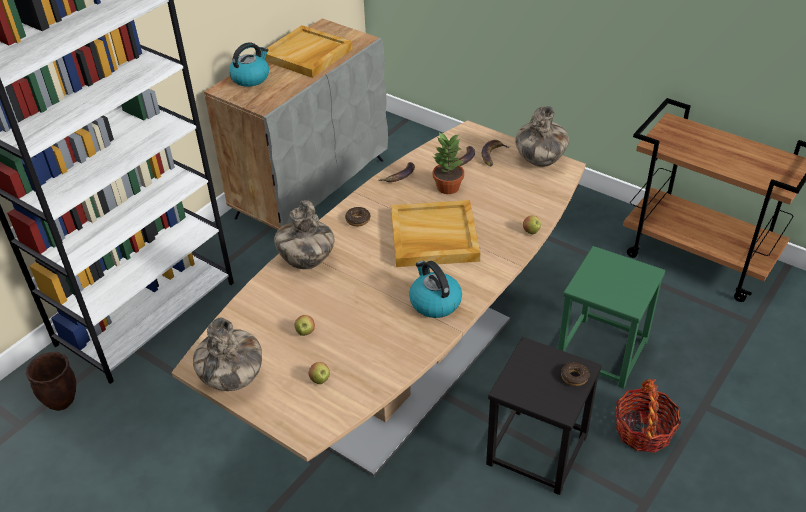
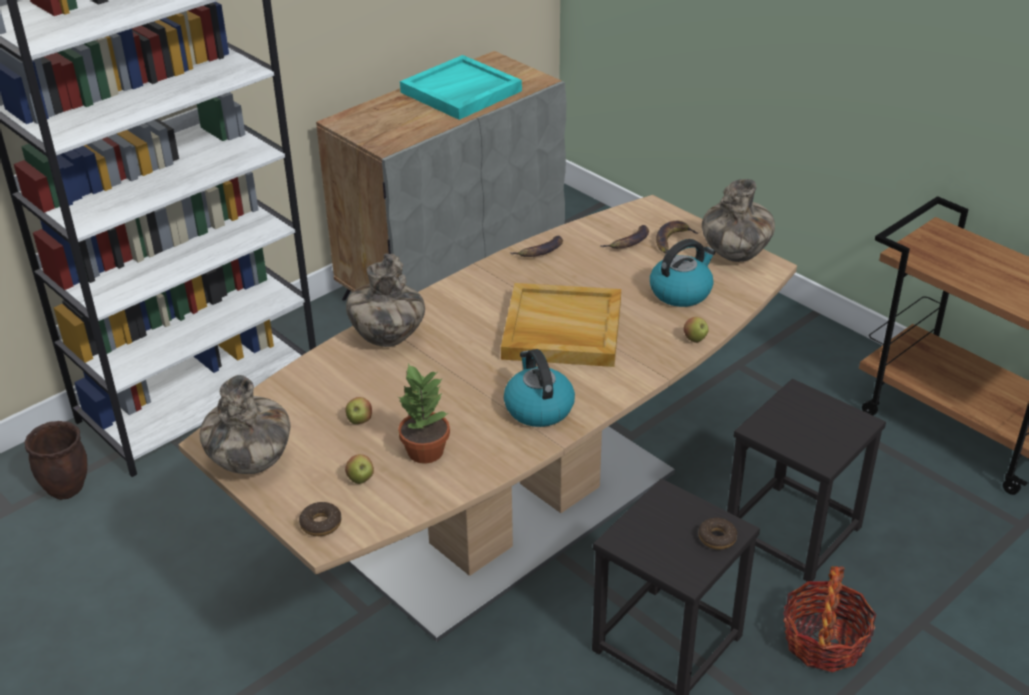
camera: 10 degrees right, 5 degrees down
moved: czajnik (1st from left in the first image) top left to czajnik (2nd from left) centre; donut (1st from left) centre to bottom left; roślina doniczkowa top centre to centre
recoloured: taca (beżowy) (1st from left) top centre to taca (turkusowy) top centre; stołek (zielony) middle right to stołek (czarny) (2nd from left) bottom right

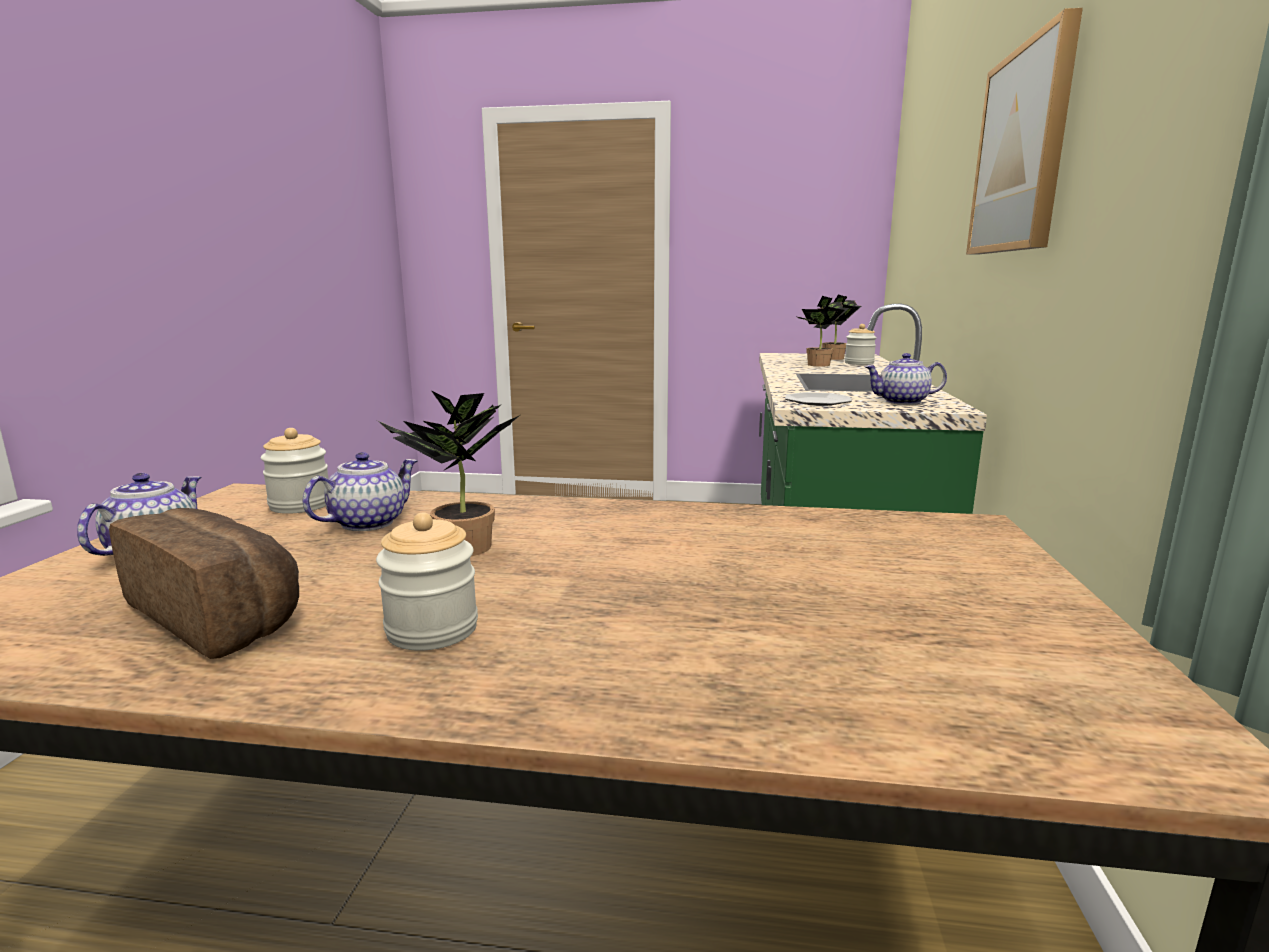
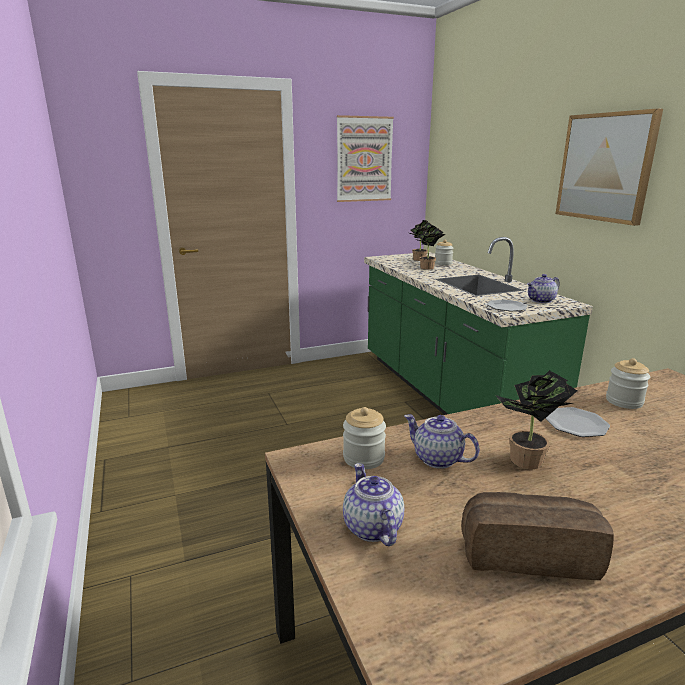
camera: 30 degrees left, 5 degrees up
added: obraz (1st from left) top centre; talerz (2nd from left) middle right
moved: słoik (2nd from left in the first image) centre to słoik (3rd from left) middle right
turned: imbryk (2nd from left) middle left = centre 60 degrees counterclockwise

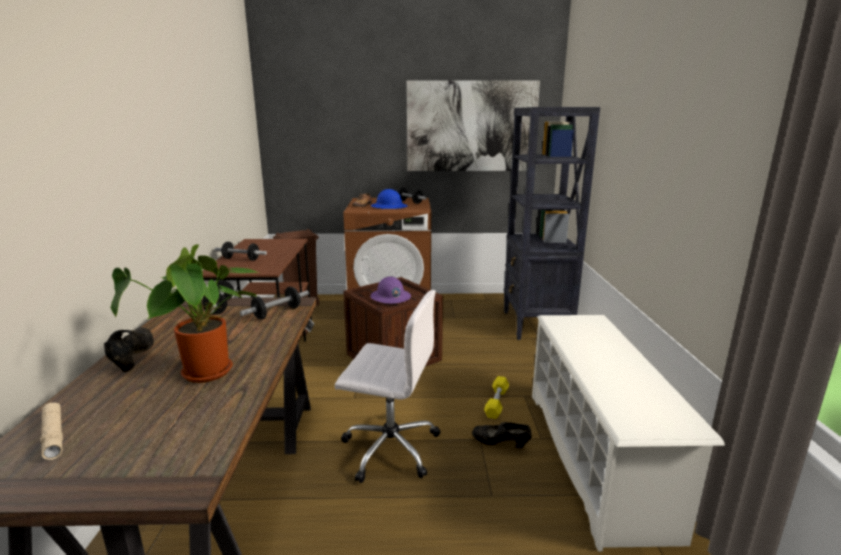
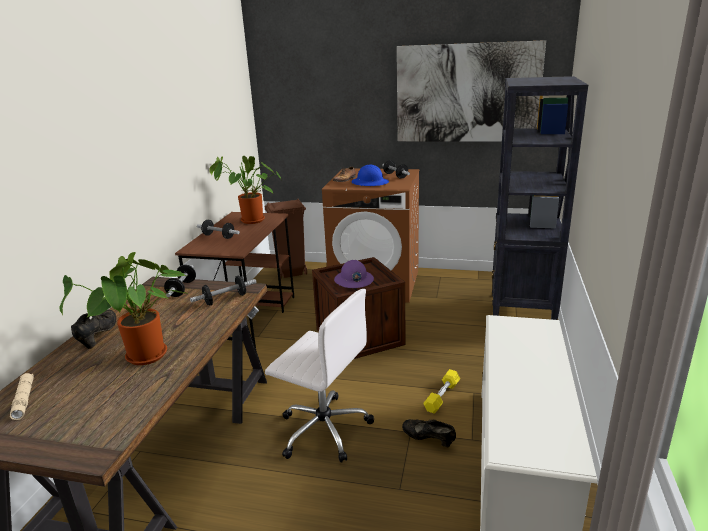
camera: 15 degrees right, 5 degrees up
added: roślina doniczkowa (2nd from left) centre

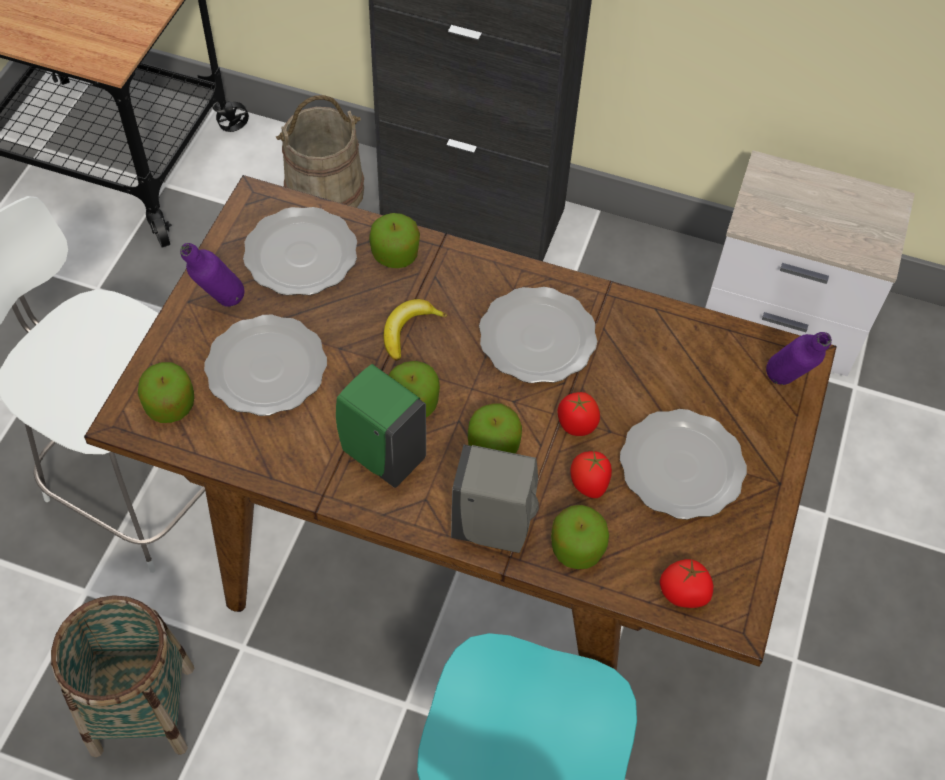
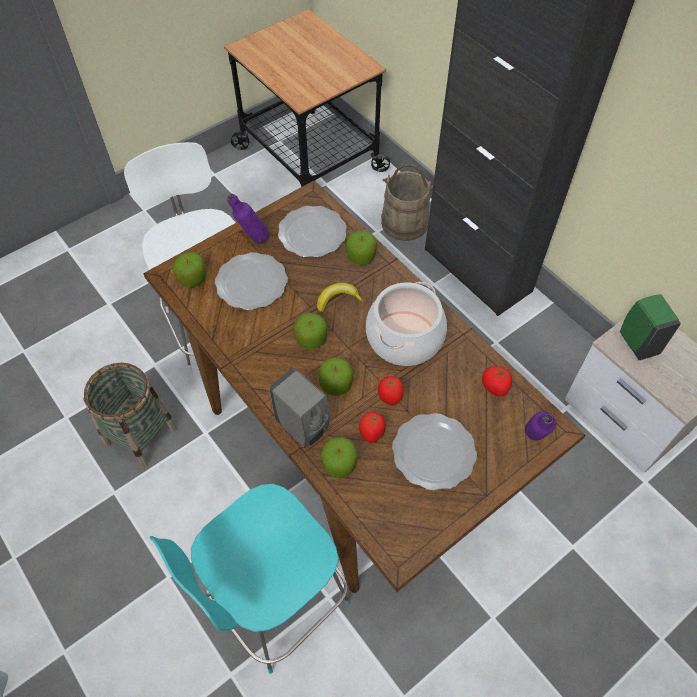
camera: 35 degrees right, 0 degrees up
moved: dozownik mydła (zielony) centre to middle right; pomidor (3rd from left) bottom right to middle right
replaced: talerz (3rd from left) centre to garnek centre

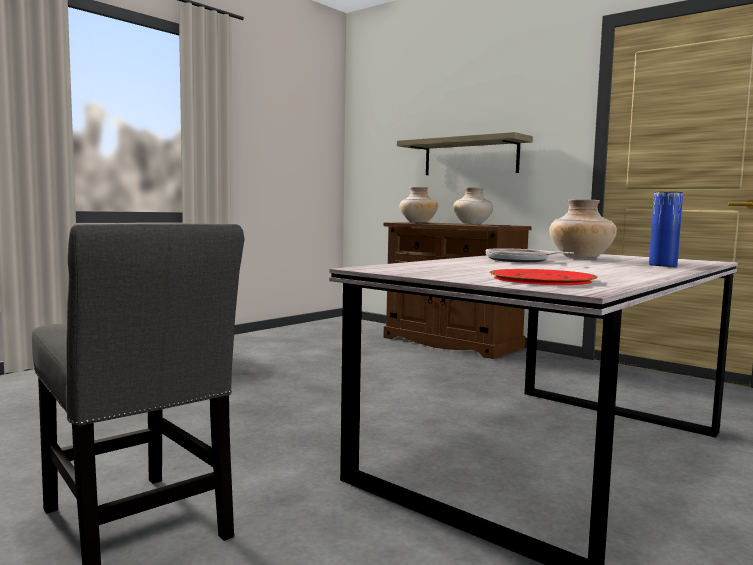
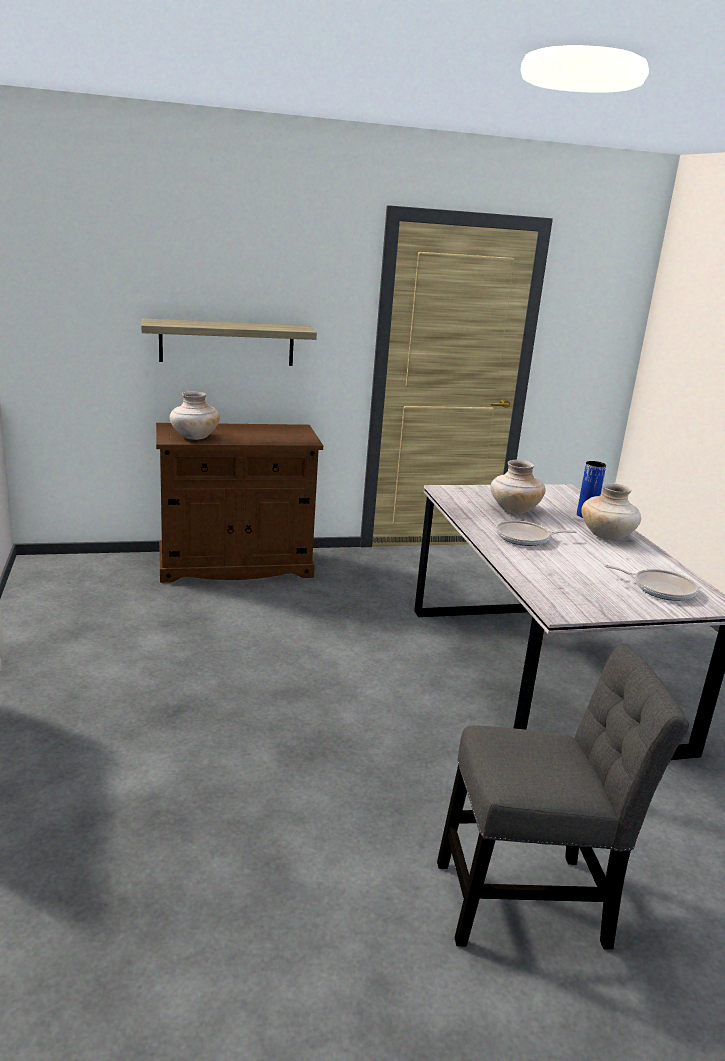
camera: 55 degrees left, 15 degrees up
moved: wazon (beżowy) (2nd from left in the first image) centre to wazon (beżowy) (3rd from left) middle right
replaced: talerz (czerwony) middle right to patelnia (2nd from left) middle right

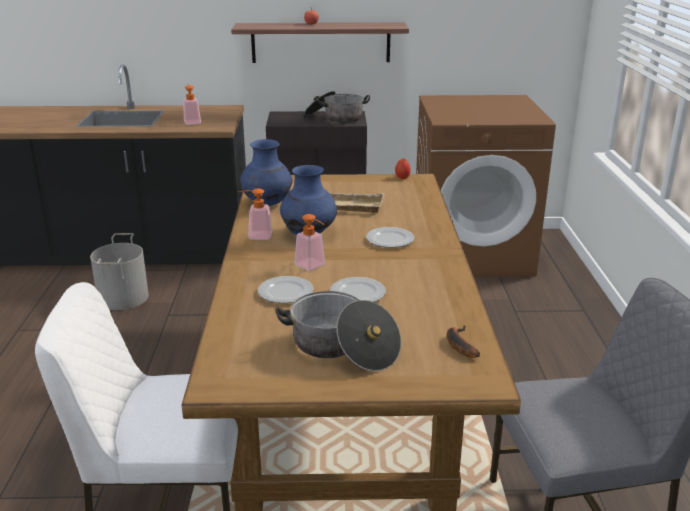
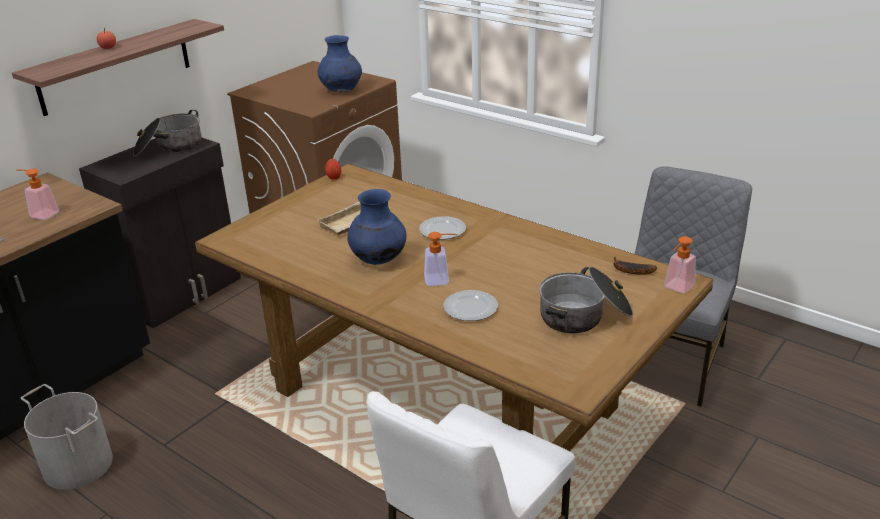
camera: 50 degrees left, 5 degrees up
removed: talerz (2nd from left) centre
moved: dozownik mydła (2nd from left in the first image) centre to dozownik mydła (3rd from left) middle right; wazon (niebieski) (1st from left) centre to top centre

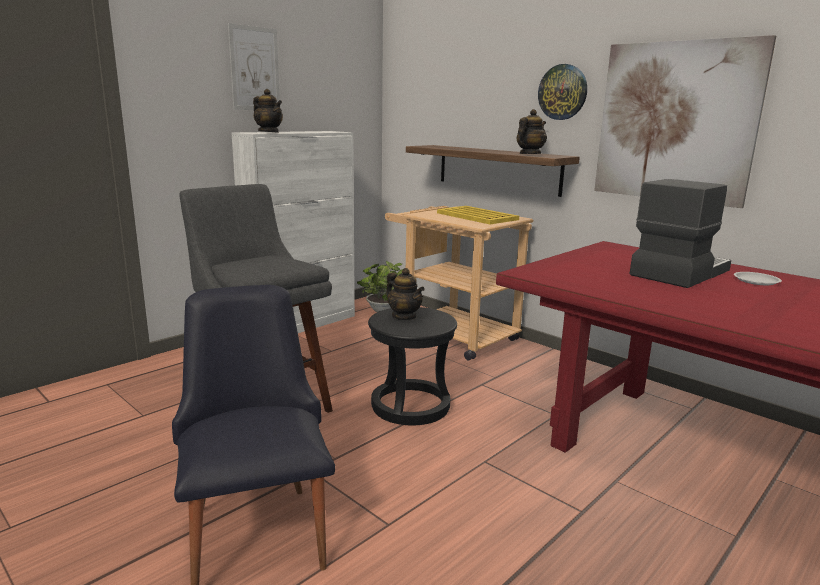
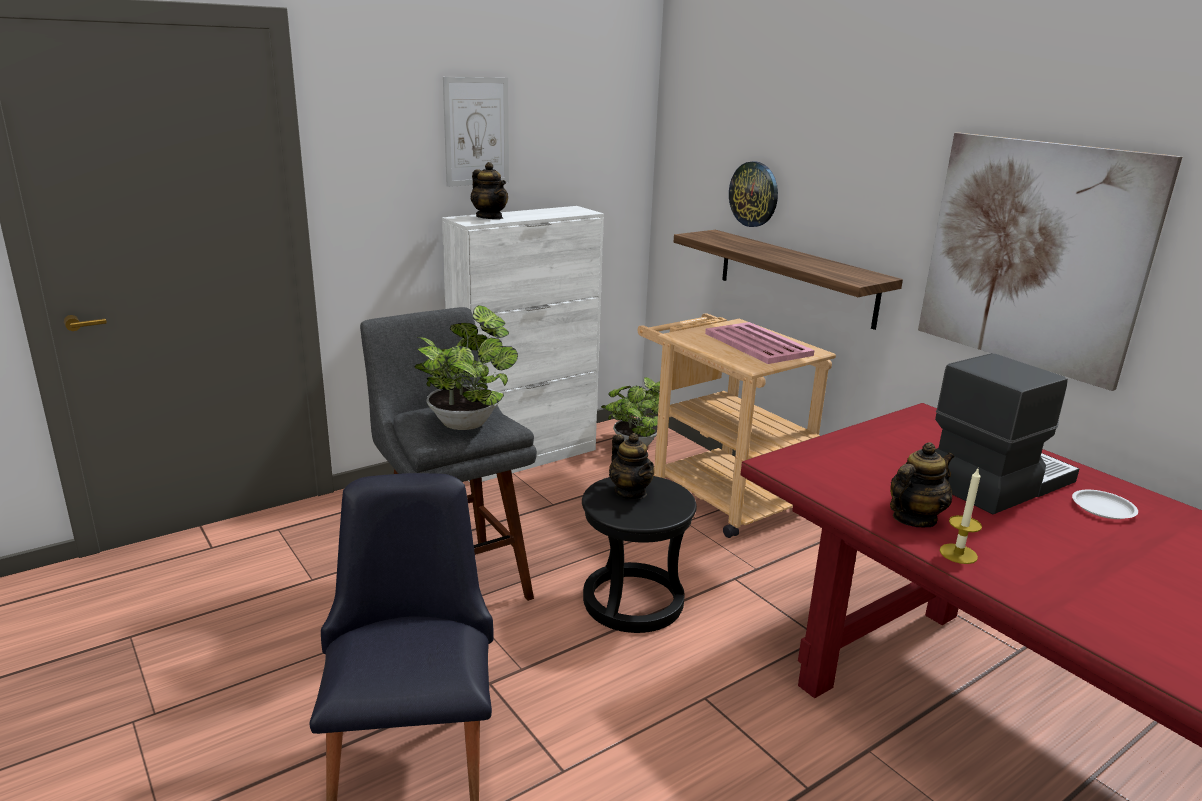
camera: 10 degrees right, 5 degrees up
added: roślina doniczkowa (1st from left) centre; świeca middle right
moved: imbryk (3rd from left) top centre to middle right; zegar ścienny top right to top centre
recoloured: taca (żółty) centre to taca (różowy) centre

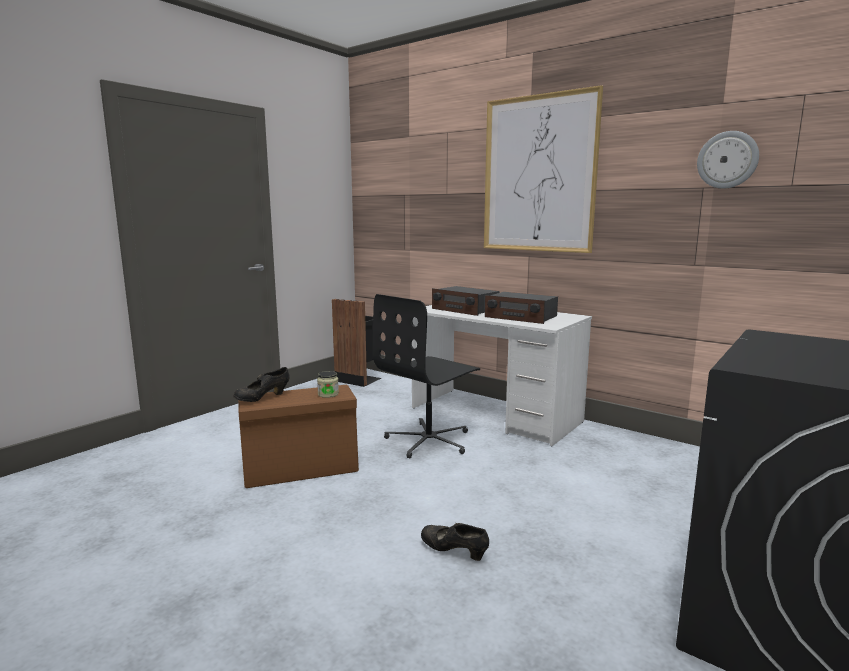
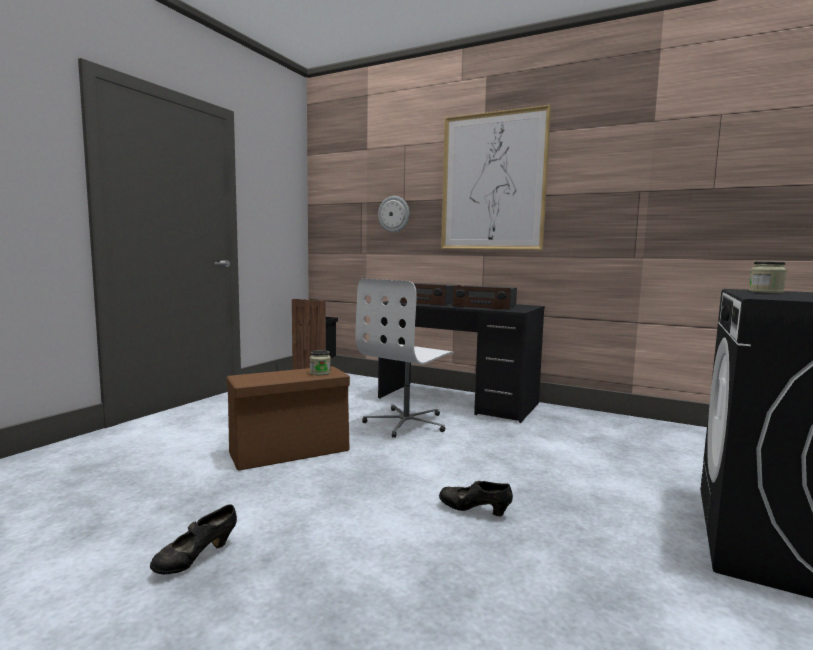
camera: 10 degrees left, 5 degrees down
added: słoik (2nd from left) middle right
moved: but (czarny) (1st from left) middle left to bottom left; zegar ścienny top right to top centre
recoloured: krzesło biurowe (czarny) centre to krzesło biurowe (biały) centre; biurko (biały) centre to biurko (czarny) centre

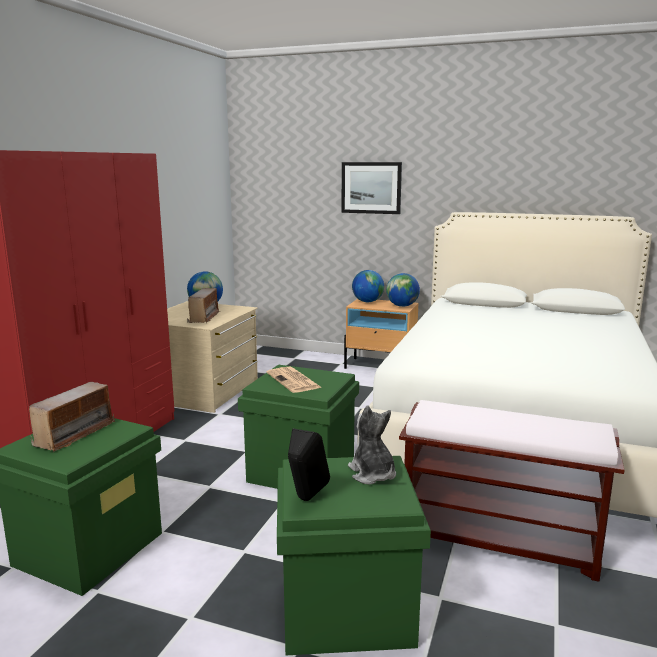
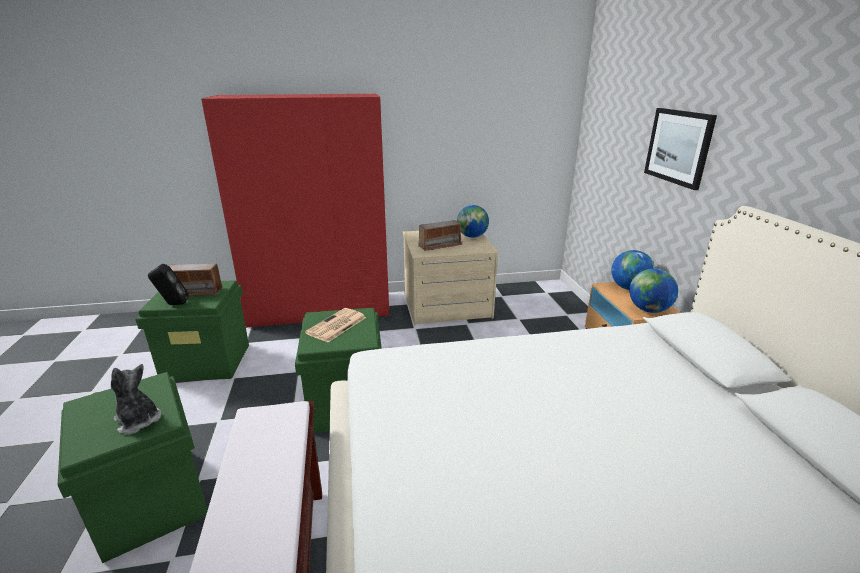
camera: 60 degrees right, 10 degrees up
moved: głośnik (czarny) bottom centre to middle left
turned: pluszak bottom centre = bottom left 90 degrees counterclockwise

